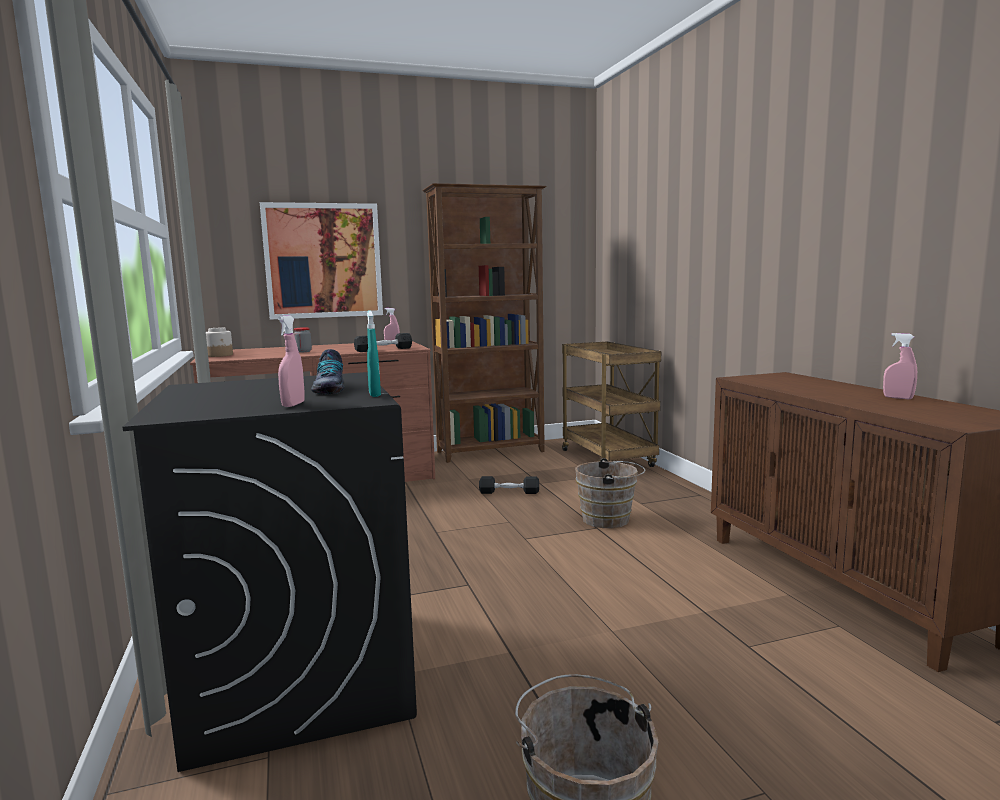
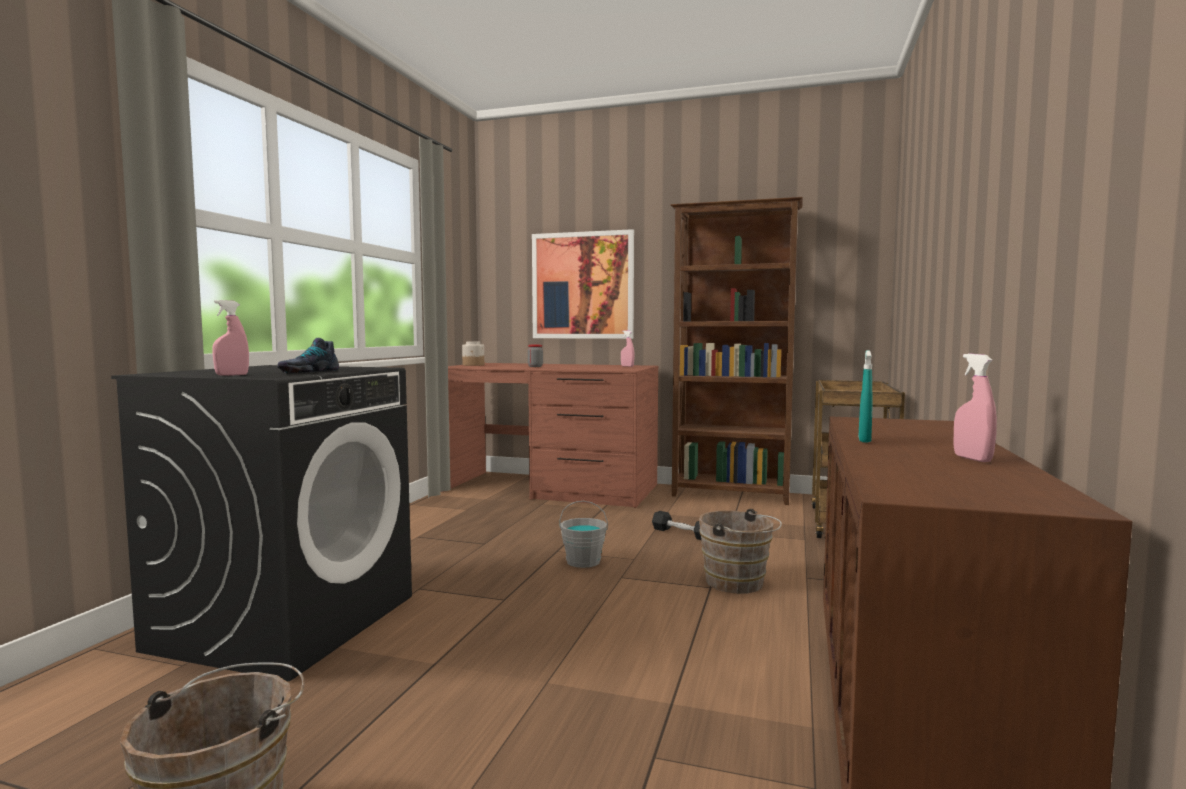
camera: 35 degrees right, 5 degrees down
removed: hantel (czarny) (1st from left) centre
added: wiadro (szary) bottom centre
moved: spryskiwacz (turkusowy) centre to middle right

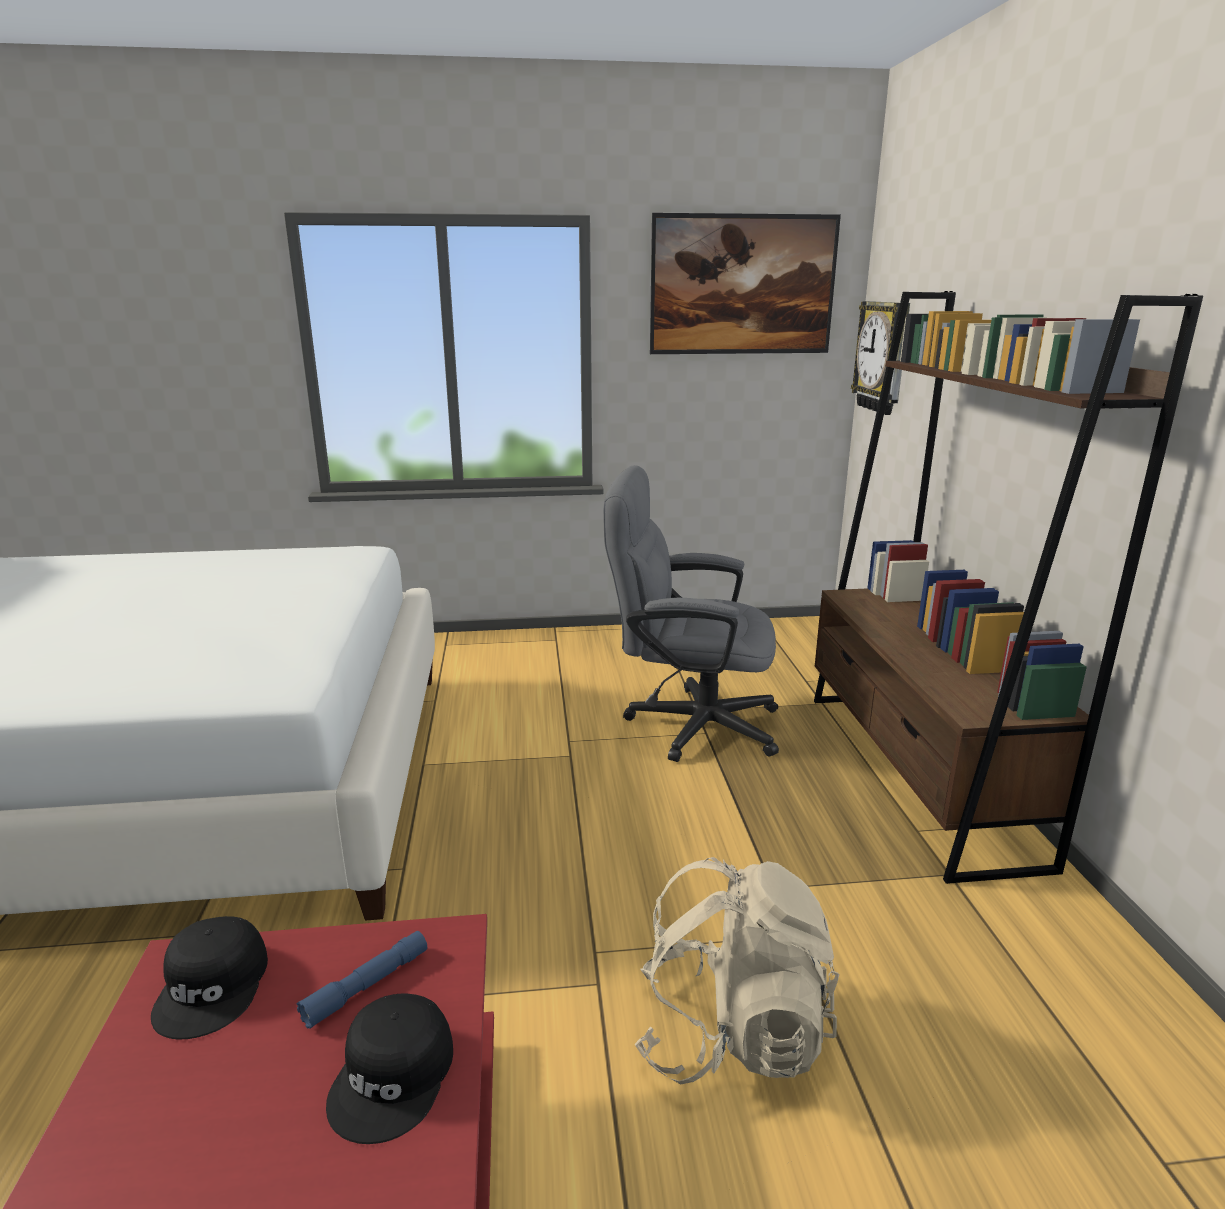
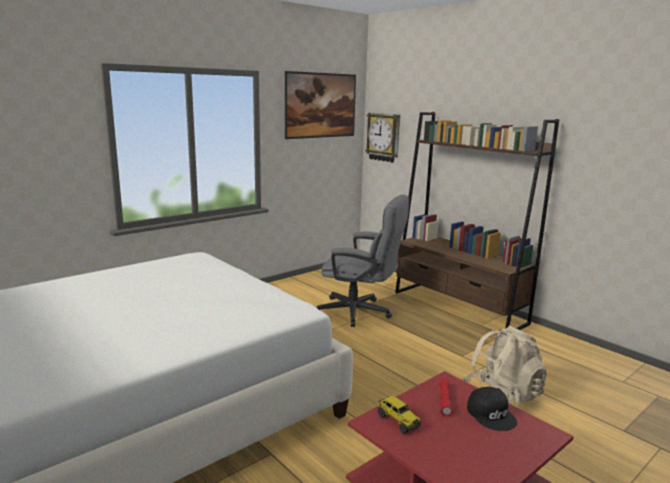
camera: 35 degrees left, 5 degrees down
replaced: czapka z daszkiem (czarny) (1st from left) bottom left to ciężarówka zabawkowa bottom centre
recoloured: latarka (niebieski) bottom left to latarka (czerwony) bottom centre
turned: krzesło biurowe (szary) centre = centre 135 degrees counterclockwise

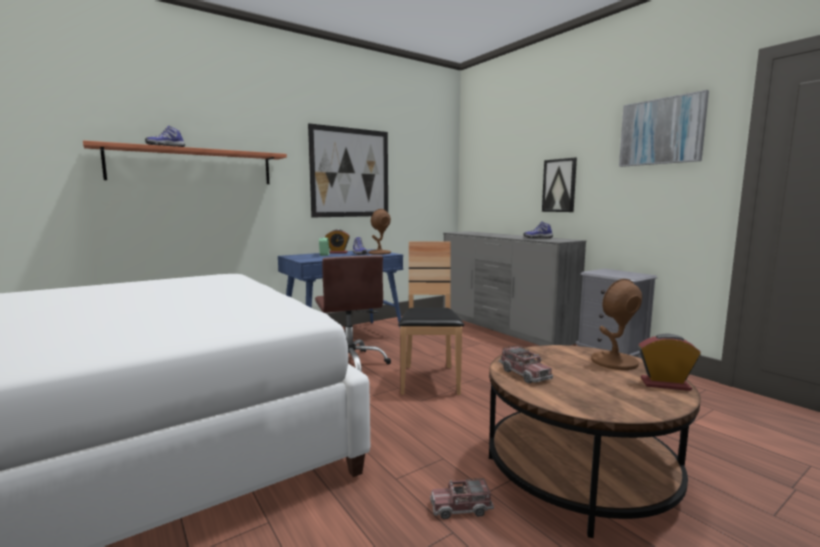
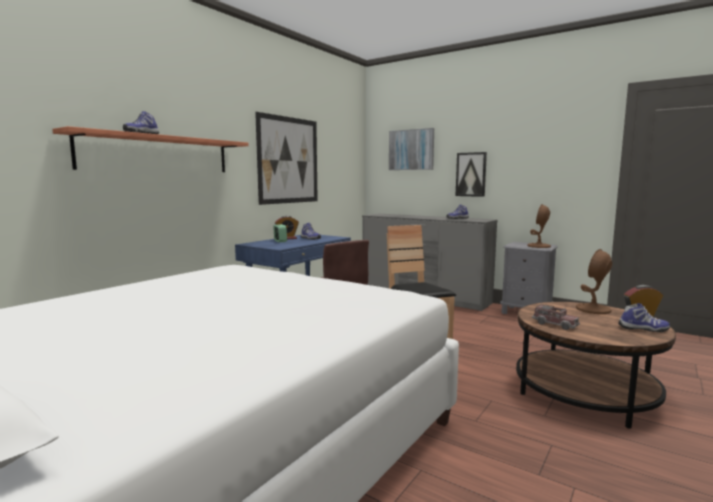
camera: 20 degrees left, 0 degrees up
removed: ciężarówka zabawkowa (1st from left) bottom centre
added: but (4th from left) middle right
moved: lampa stołowa (brązowy) (1st from left) centre to middle right; obraz (3rd from left in the first image) top right to obraz (2nd from left) top centre

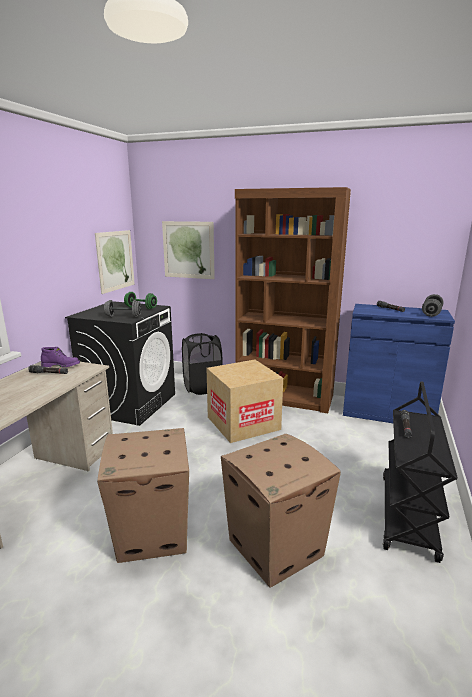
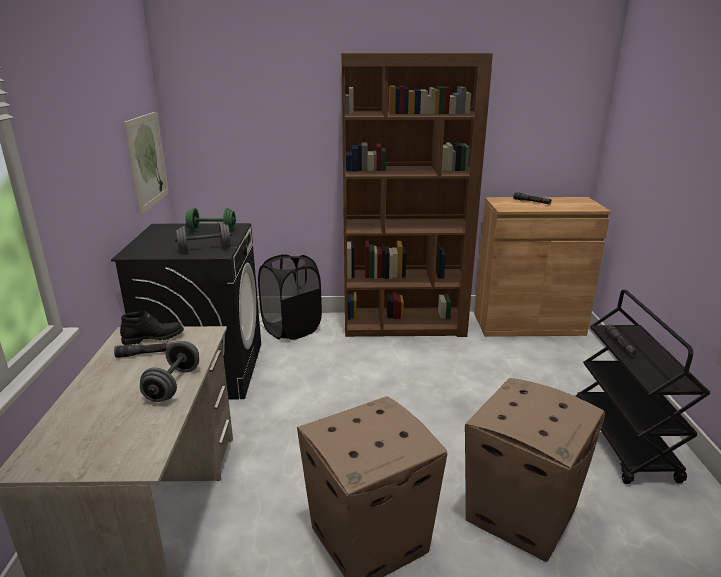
camera: 20 degrees left, 5 degrees up
removed: obraz (2nd from left) centre; karton (2nd from left) centre
moved: hantel (szary) (2nd from left in the first image) middle right to hantel (szary) (1st from left) middle left
recoloured: but z cholewką (fioletowy) middle left to but z cholewką (czarny) middle left; szafka (niebieski) middle right to szafka (brązowy) middle right

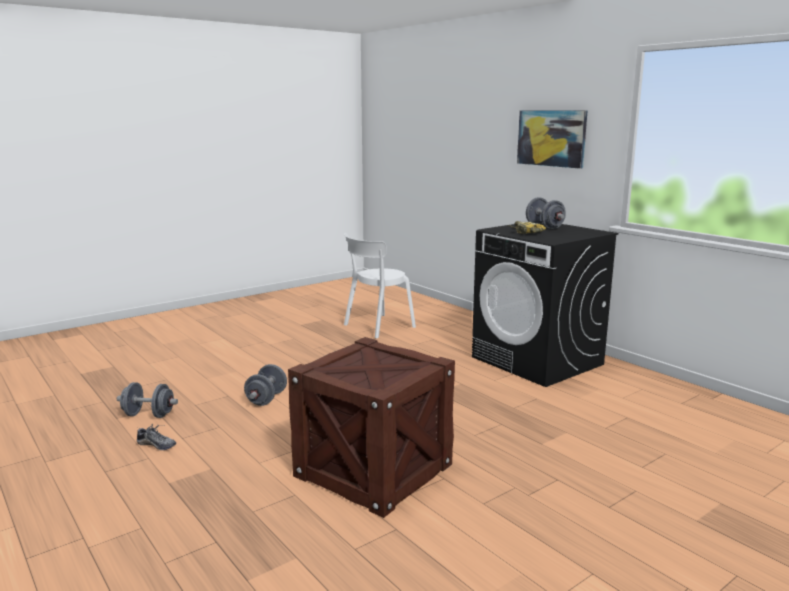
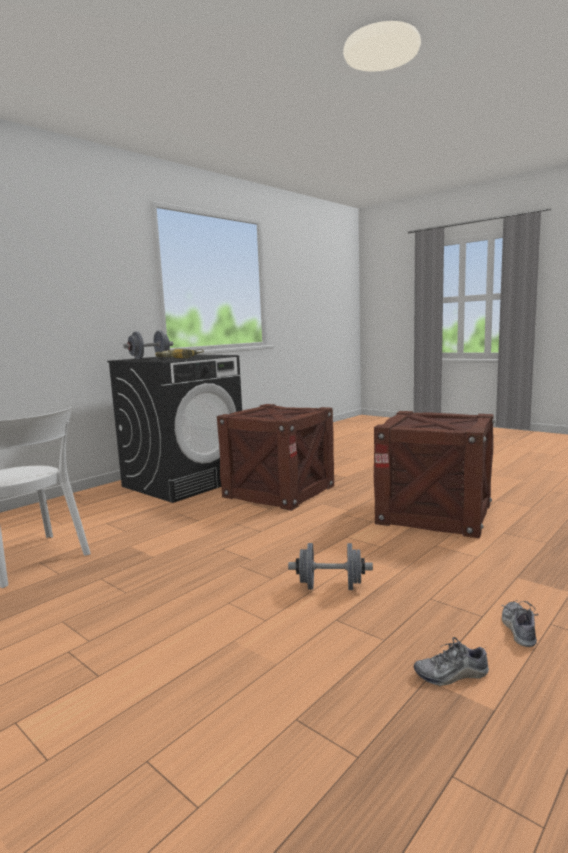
camera: 100 degrees left, 5 degrees down
removed: obraz top right
added: skrzynka (1st from left) centre
replaced: hantel (szary) (1st from left) bottom left to but (1st from left) bottom right

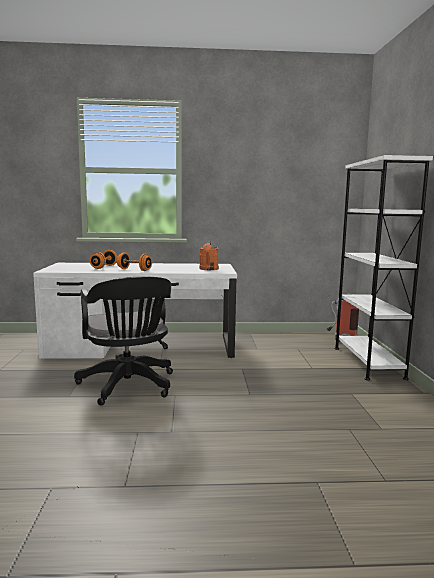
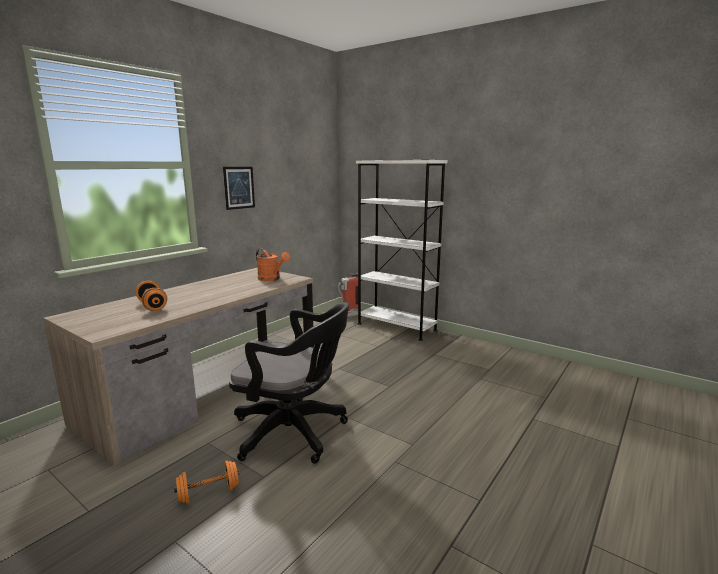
camera: 50 degrees left, 5 degrees up
added: obraz top left
moved: hantel (pomarańczowy) (2nd from left) middle left to bottom left
recoloured: biurko (biały) middle left to biurko (brązowy) middle left

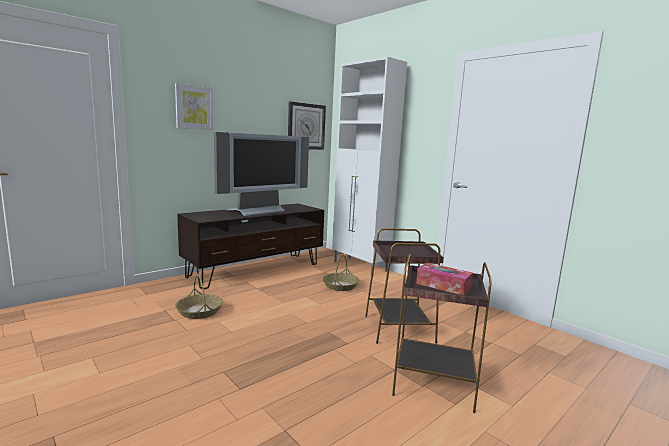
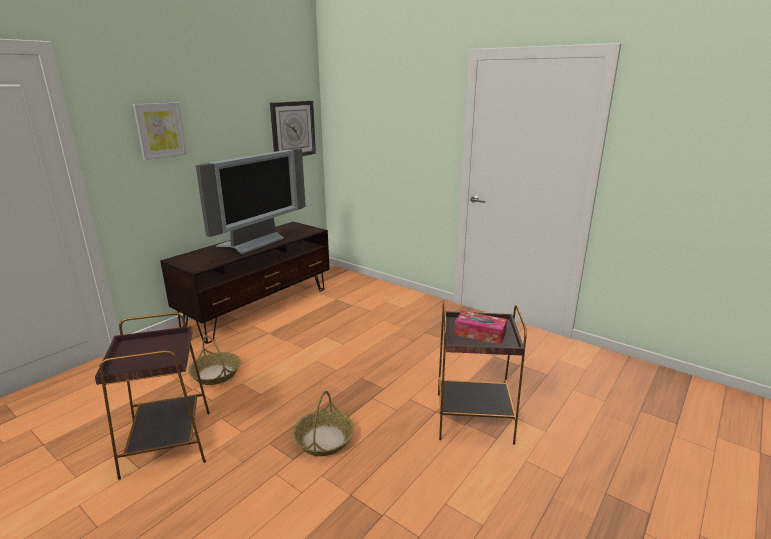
camera: 10 degrees left, 10 degrees up
removed: szafka (biały) centre
moved: koszyk (2nd from left) centre to bottom centre; stolik (brązowy) (1st from left) centre to bottom left

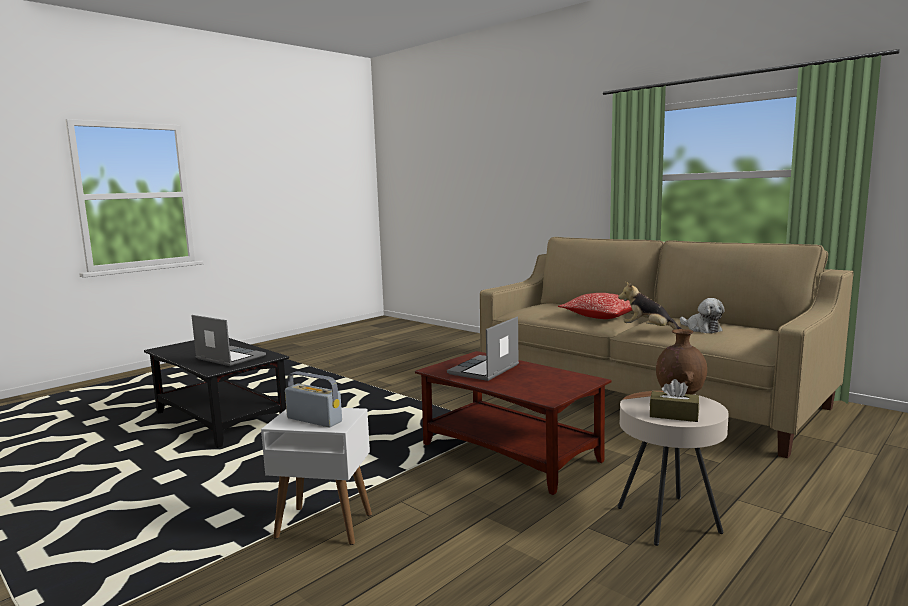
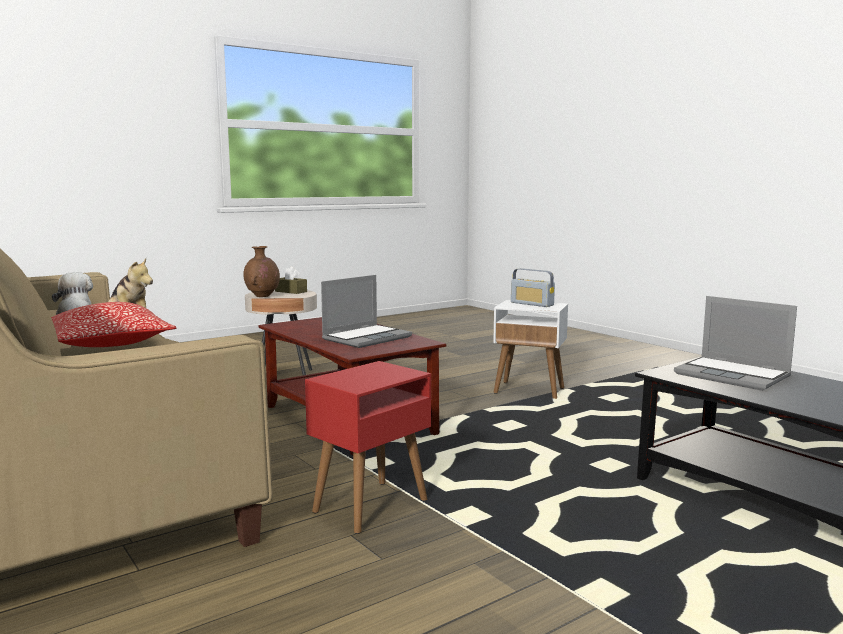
camera: 170 degrees left, 0 degrees up
added: stolik (czerwony) bottom centre

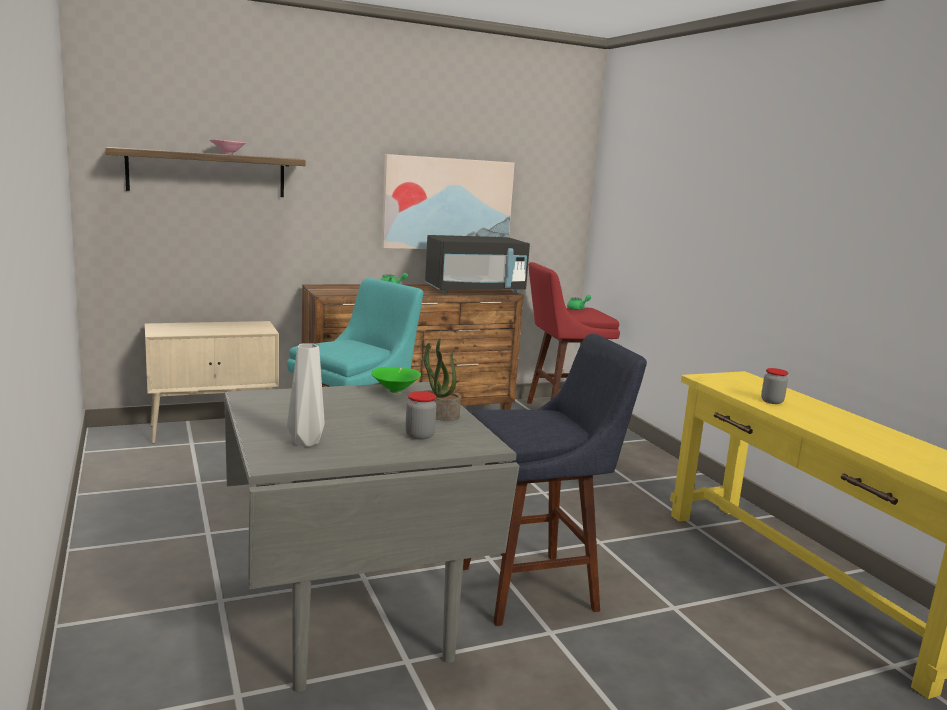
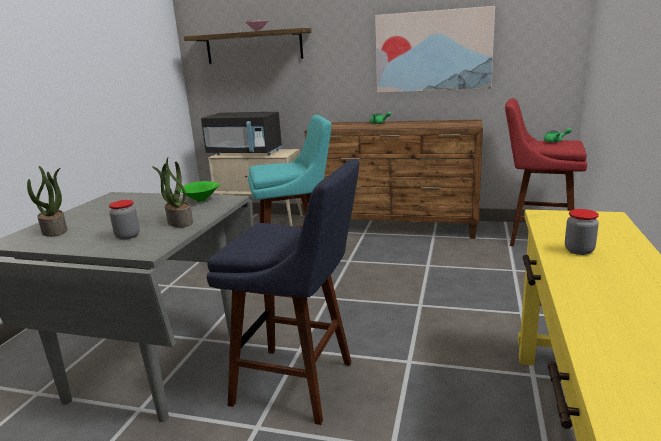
camera: 40 degrees right, 5 degrees up
moved: mikrofalówka (czarny) centre to top centre
replaced: wazon (szary) middle left to roślina doniczkowa (1st from left) middle left

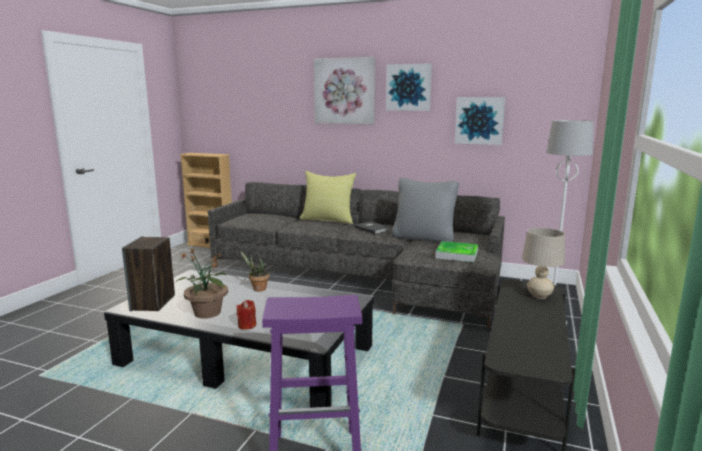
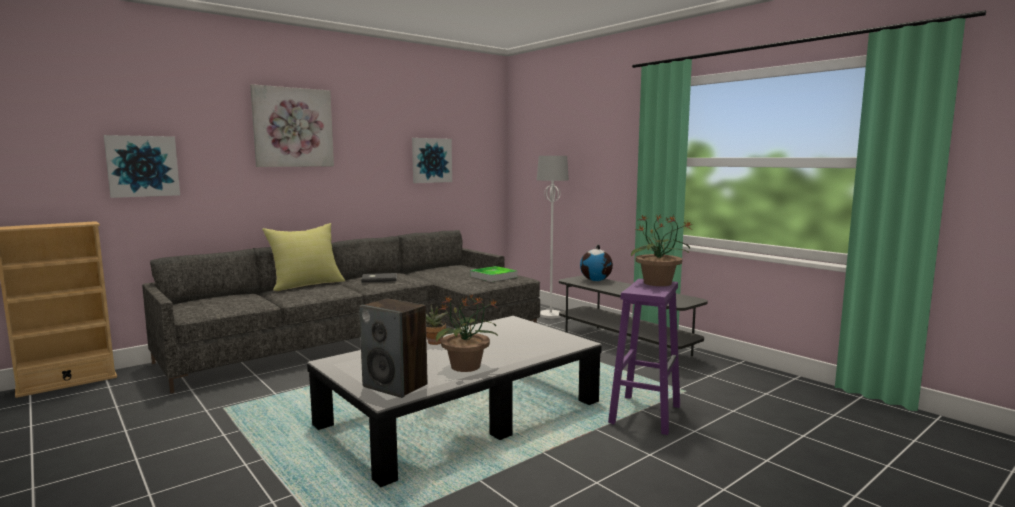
camera: 60 degrees left, 5 degrees down
removed: świeca (czerwony) bottom centre; poduszka (szary) centre
added: roślina doniczkowa (3rd from left) centre
moved: obraz (2nd from left in the first image) top centre to obraz (1st from left) top left
replaced: lampa stołowa (beżowy) middle right to globus centre

